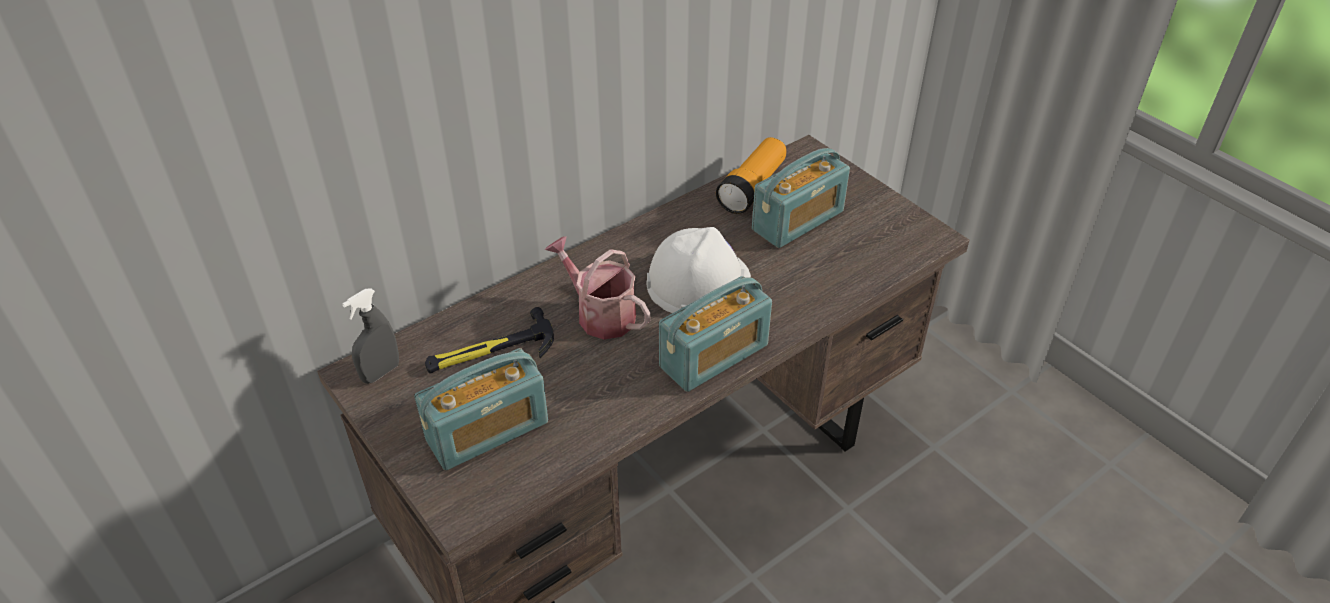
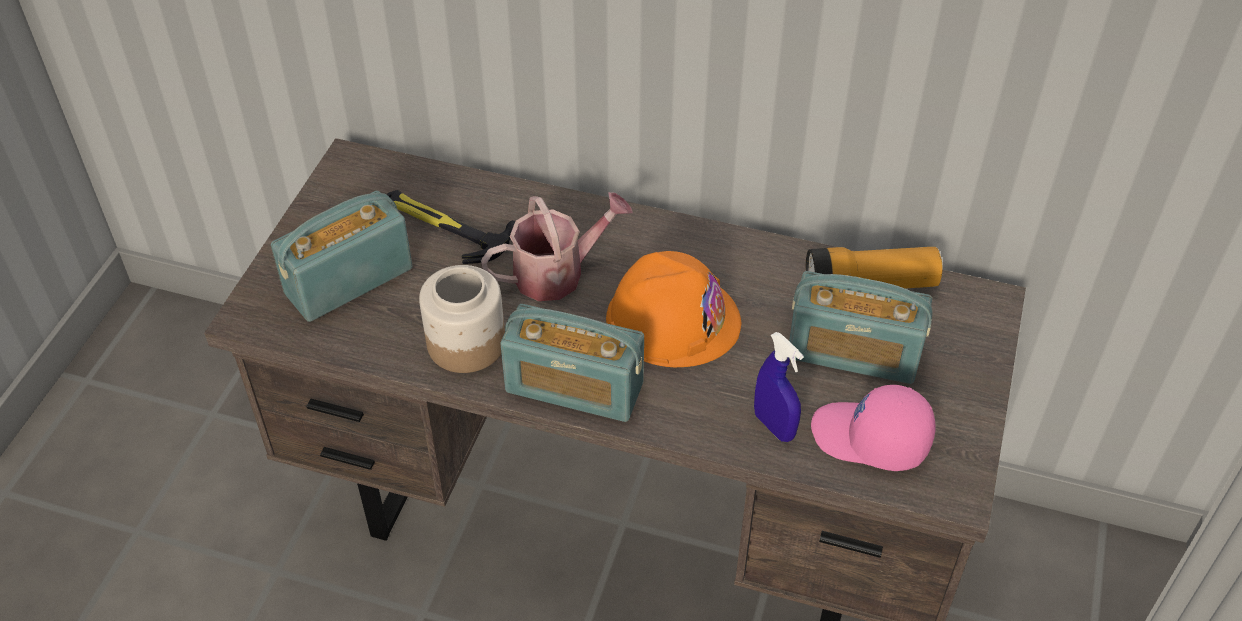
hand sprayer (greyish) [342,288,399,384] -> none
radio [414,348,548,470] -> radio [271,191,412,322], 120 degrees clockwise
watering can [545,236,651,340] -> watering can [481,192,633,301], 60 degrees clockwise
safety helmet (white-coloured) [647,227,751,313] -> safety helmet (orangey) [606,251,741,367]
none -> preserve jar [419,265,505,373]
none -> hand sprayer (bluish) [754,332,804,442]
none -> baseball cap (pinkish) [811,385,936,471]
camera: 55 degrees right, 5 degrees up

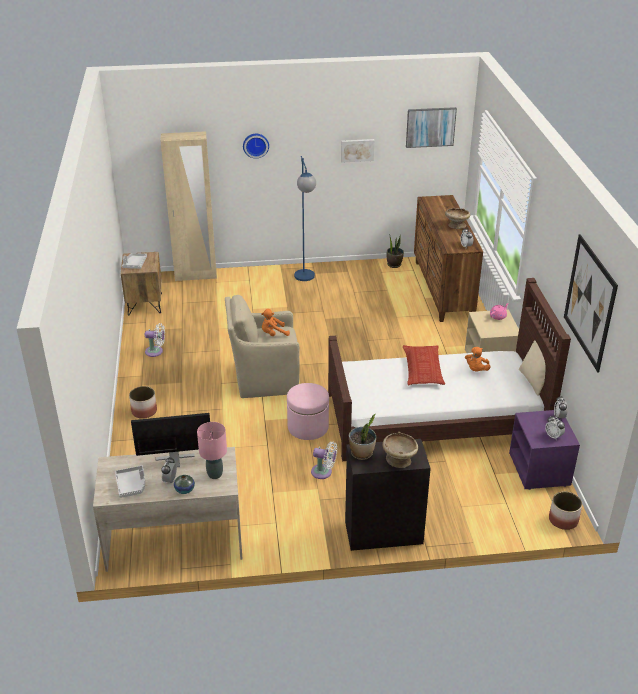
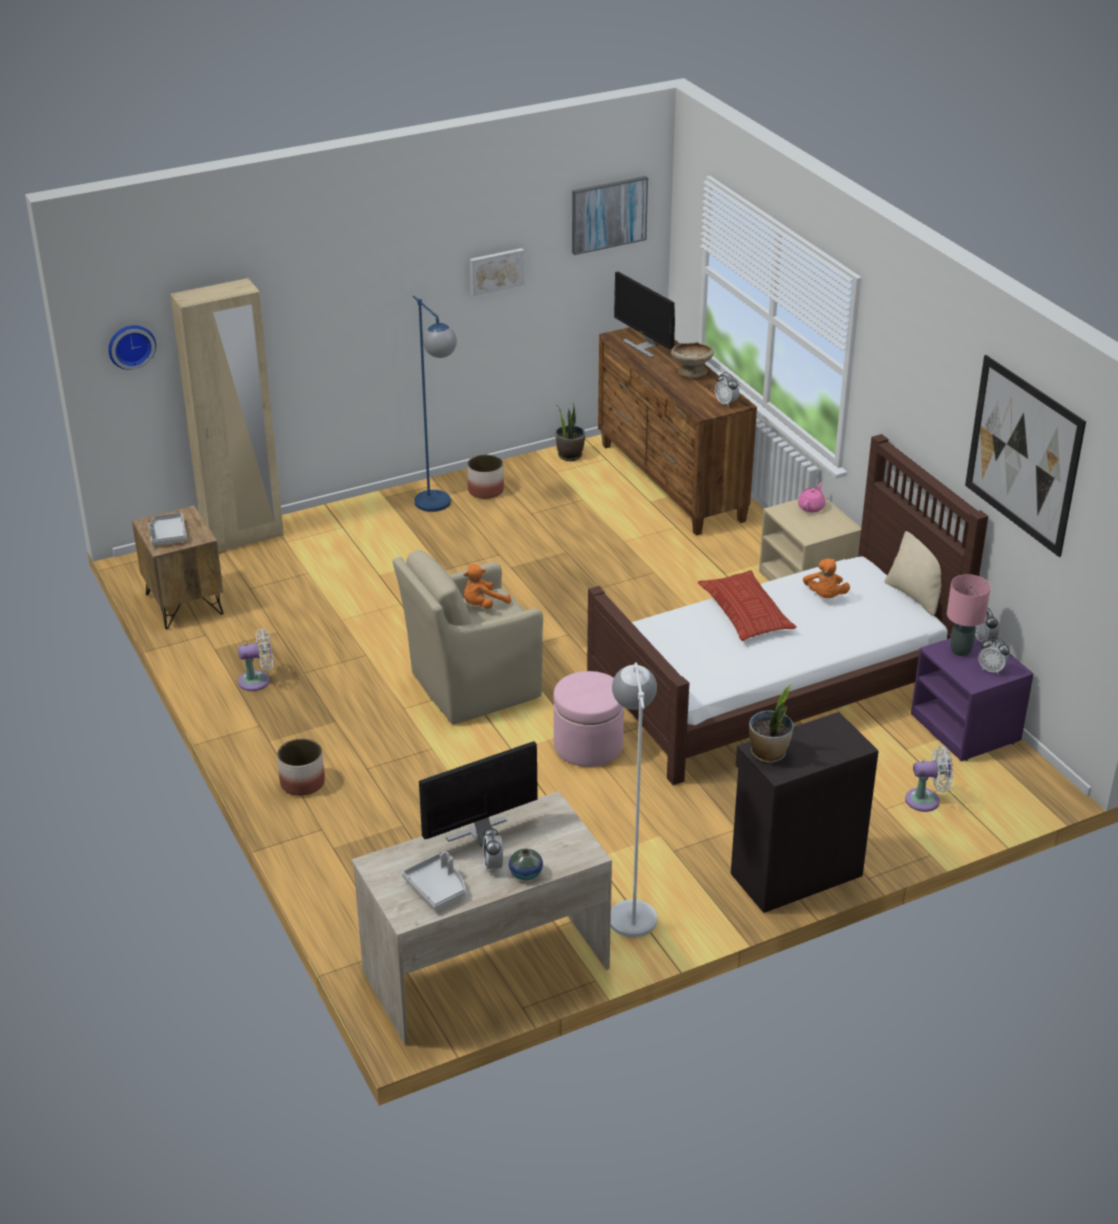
lamp for a table (pinkish) [197,422,227,479] -> lamp for a table (pinkish) [947,574,991,656], moved
wall clock [243,134,269,159] -> wall clock [108,325,156,370], moved
electric fan (white-coloured) [311,442,337,479] -> electric fan (white-coloured) [905,746,953,812], moved
deep dish (sand-coloured) [383,432,418,468] -> none
plant pot [549,491,582,530] -> plant pot [467,455,504,499], moved
none -> standing lamp (white-coloured) [611,662,657,938]
none -> computer screen [614,272,675,358]
camera: 20 degrees left, 0 degrees up

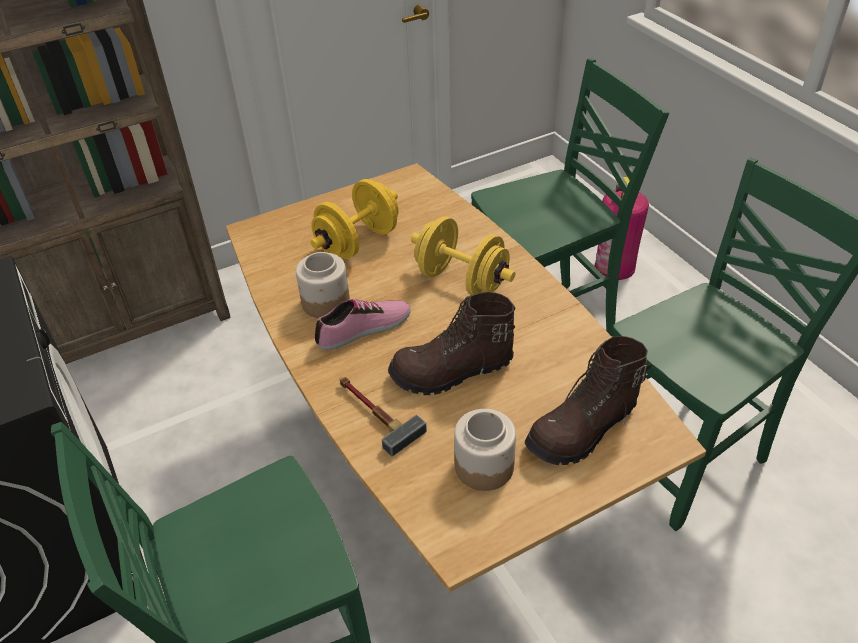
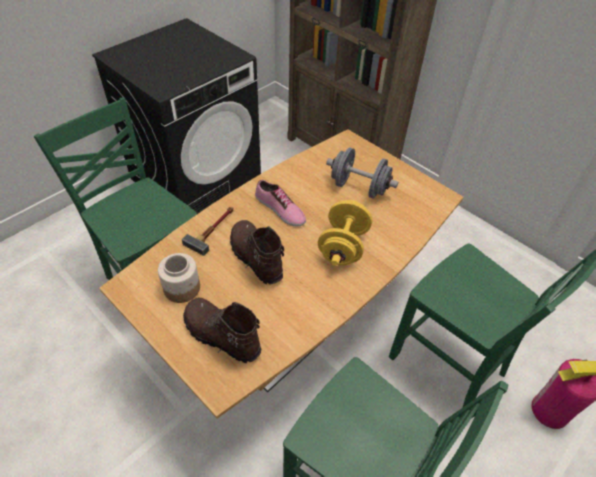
preserve jar [296,252,350,318] -> none
dumbbell (yellow-coloured) [310,179,398,259] -> dumbbell (greyish) [326,147,398,199]
camera: 70 degrees right, 5 degrees up

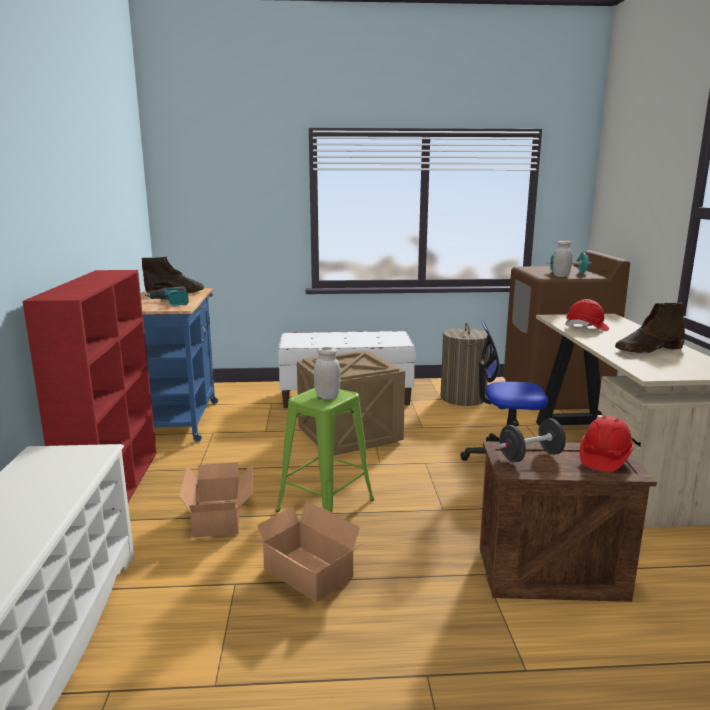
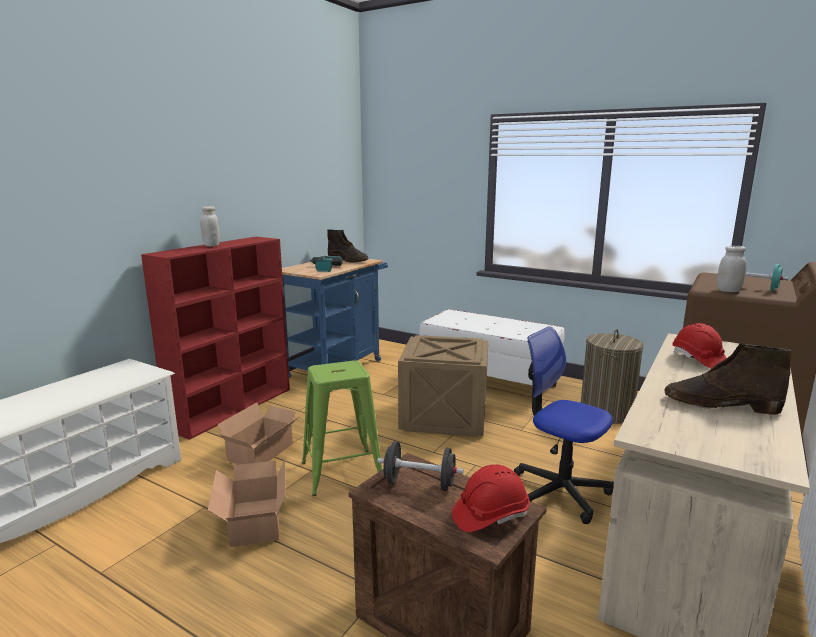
preserve jar (white-coloured) [314,347,341,399] -> preserve jar (white-coloured) [200,206,220,247], moved
camera: 35 degrees right, 0 degrees up

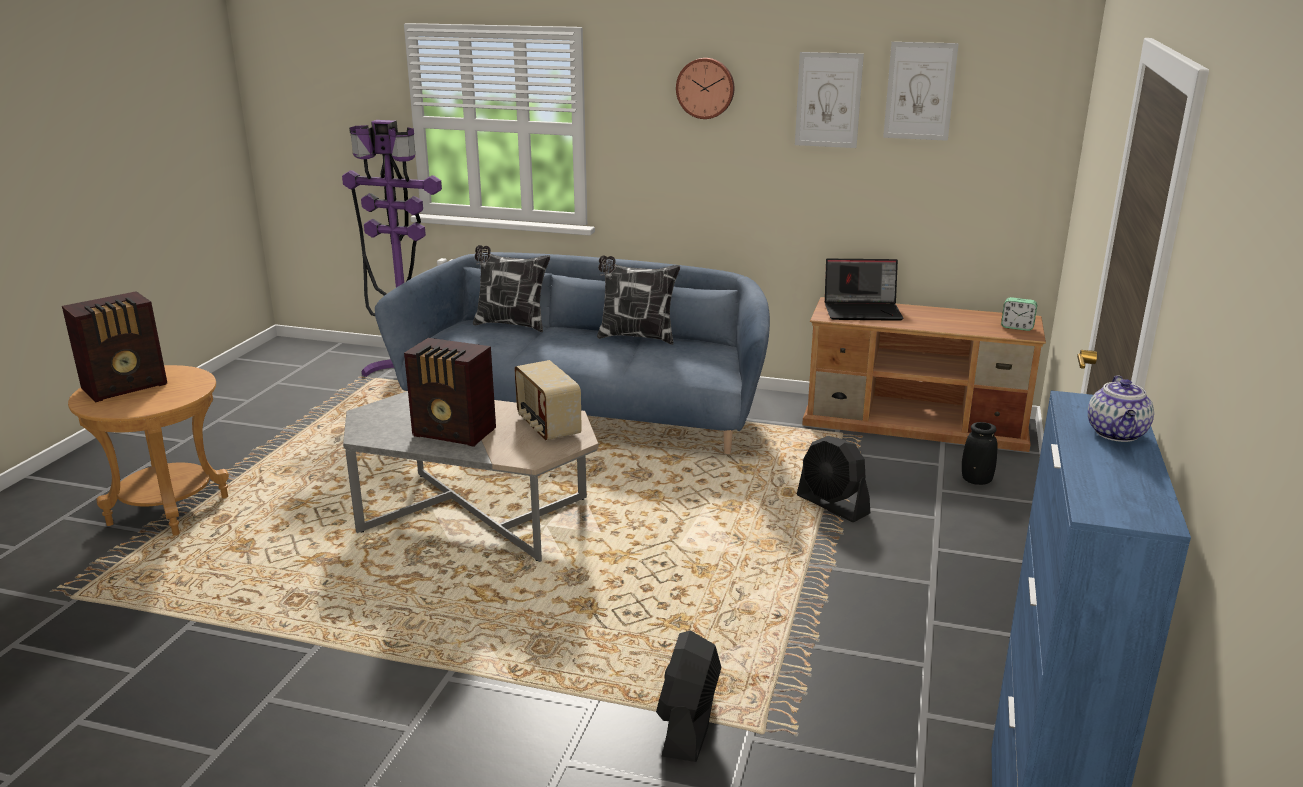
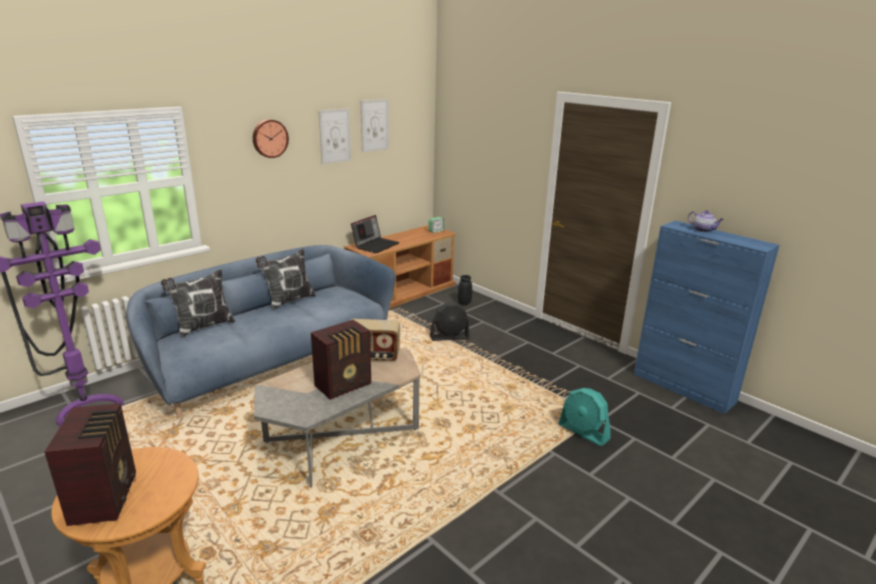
electric fan (black) [656,630,721,762] -> electric fan (blue-green) [559,388,611,446]
camera: 60 degrees left, 0 degrees up

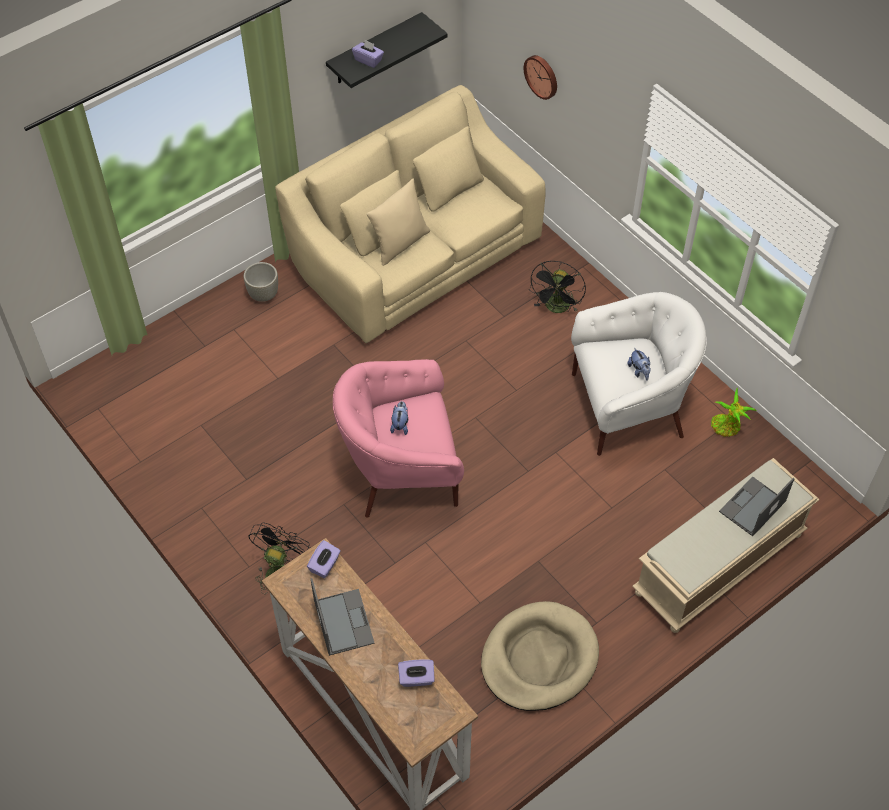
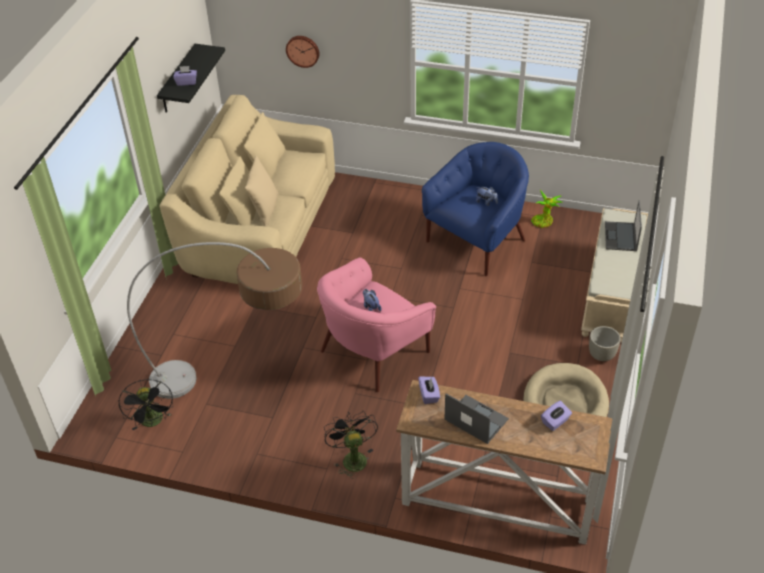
plant pot (greyish) [244,262,278,302] -> plant pot (greyish) [589,326,621,361], moved
electric fan (black) [529,261,586,313] -> electric fan (black) [118,379,173,430], moved
lounge chair (white-coloured) [571,292,707,456] -> lounge chair (bluish) [422,142,529,276]
none -> standing lamp [127,242,302,399]
camera: 35 degrees left, 10 degrees down

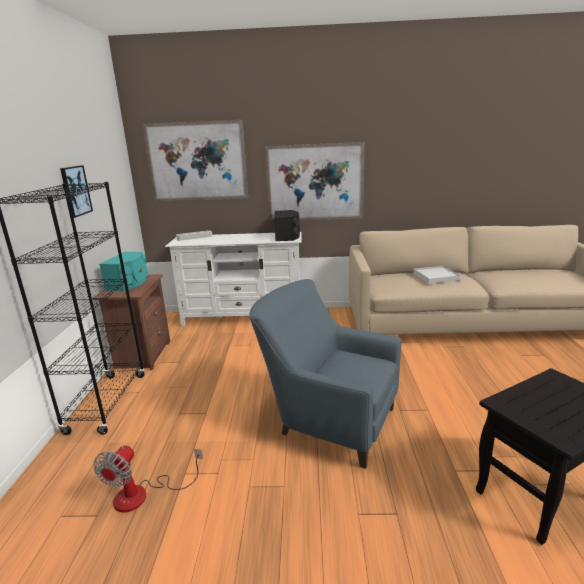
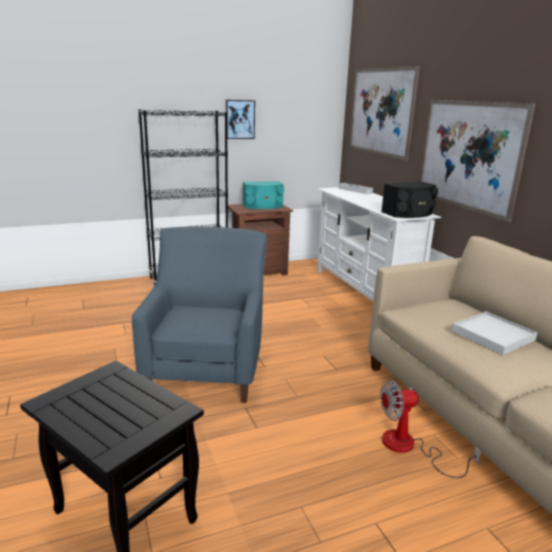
electric fan [94,445,203,513] -> electric fan [380,379,480,478], moved
camera: 65 degrees right, 0 degrees up

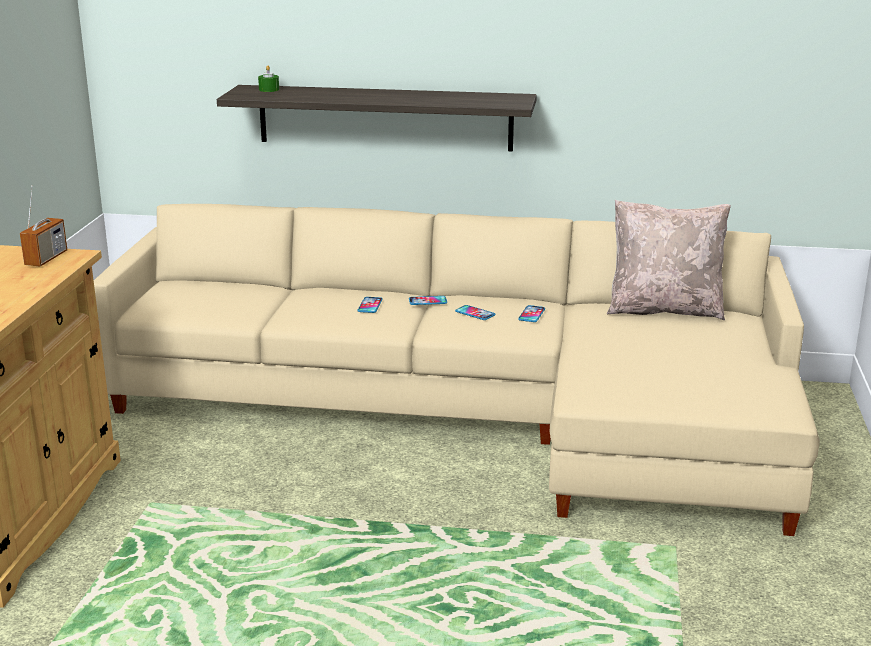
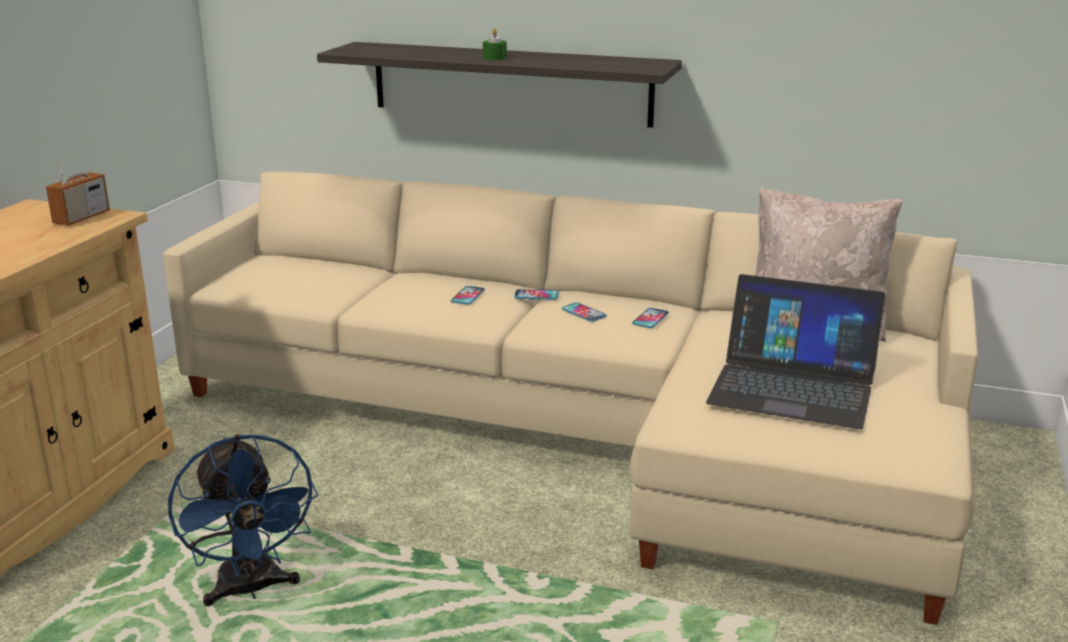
wax candle (green) [258,65,279,92] -> wax candle (green) [483,28,507,60], moved
none -> electric fan (bluish) [168,434,318,606]
none -> notebook computer [706,274,885,429]
camera: 10 degrees right, 0 degrees up

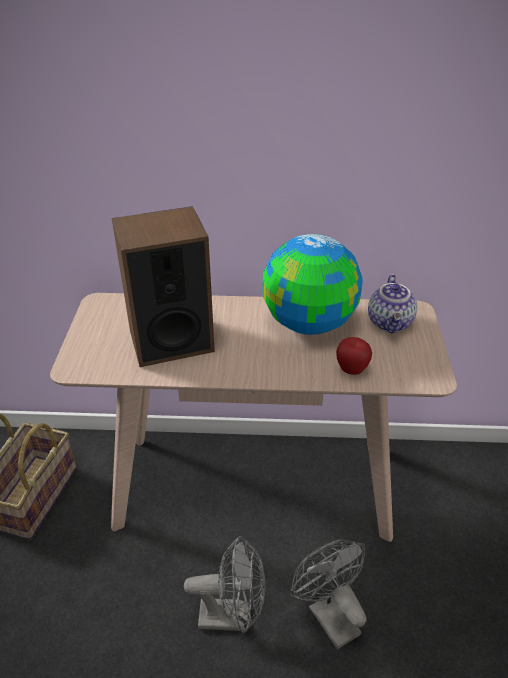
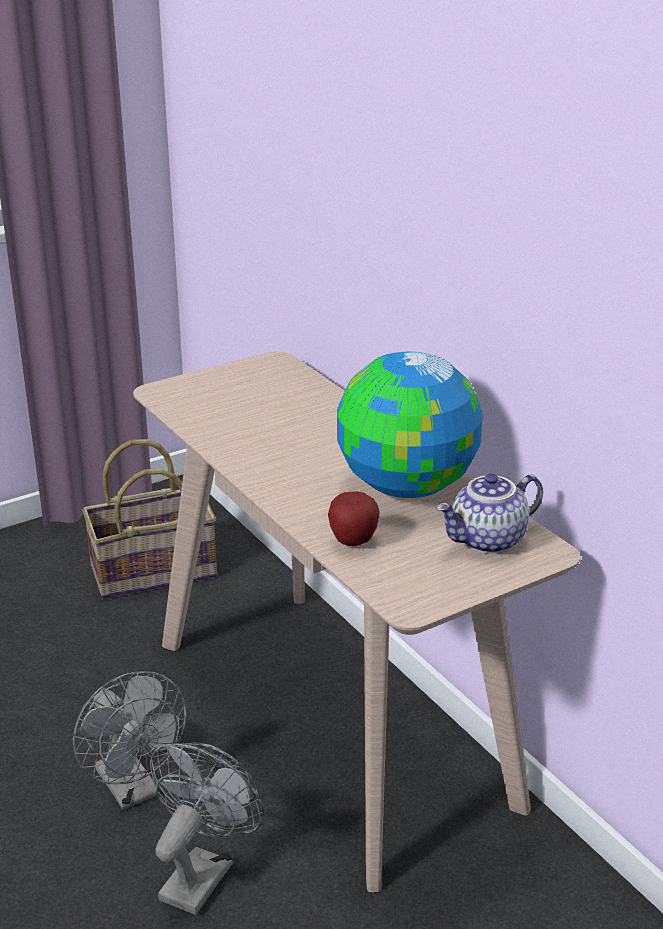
speaker [112,206,215,367] -> none
camera: 55 degrees right, 10 degrees down

